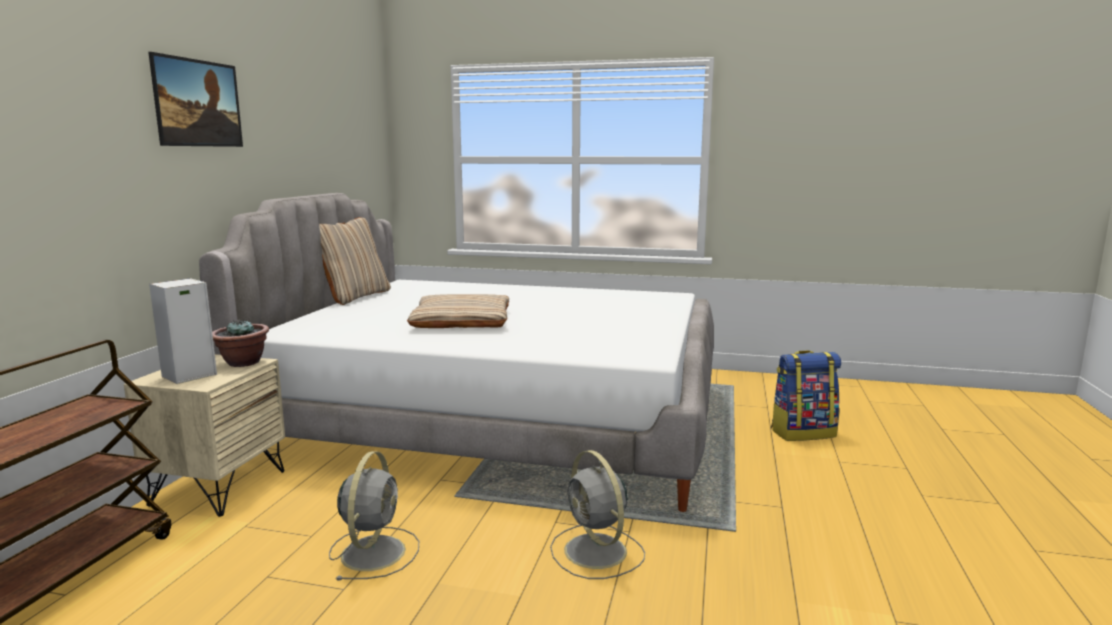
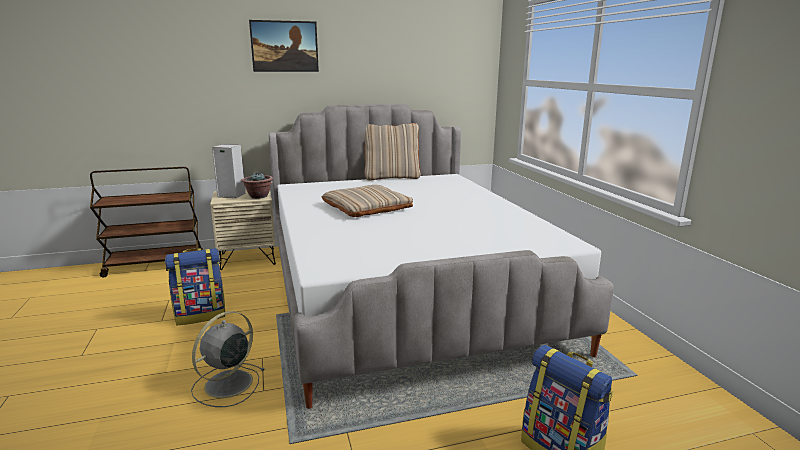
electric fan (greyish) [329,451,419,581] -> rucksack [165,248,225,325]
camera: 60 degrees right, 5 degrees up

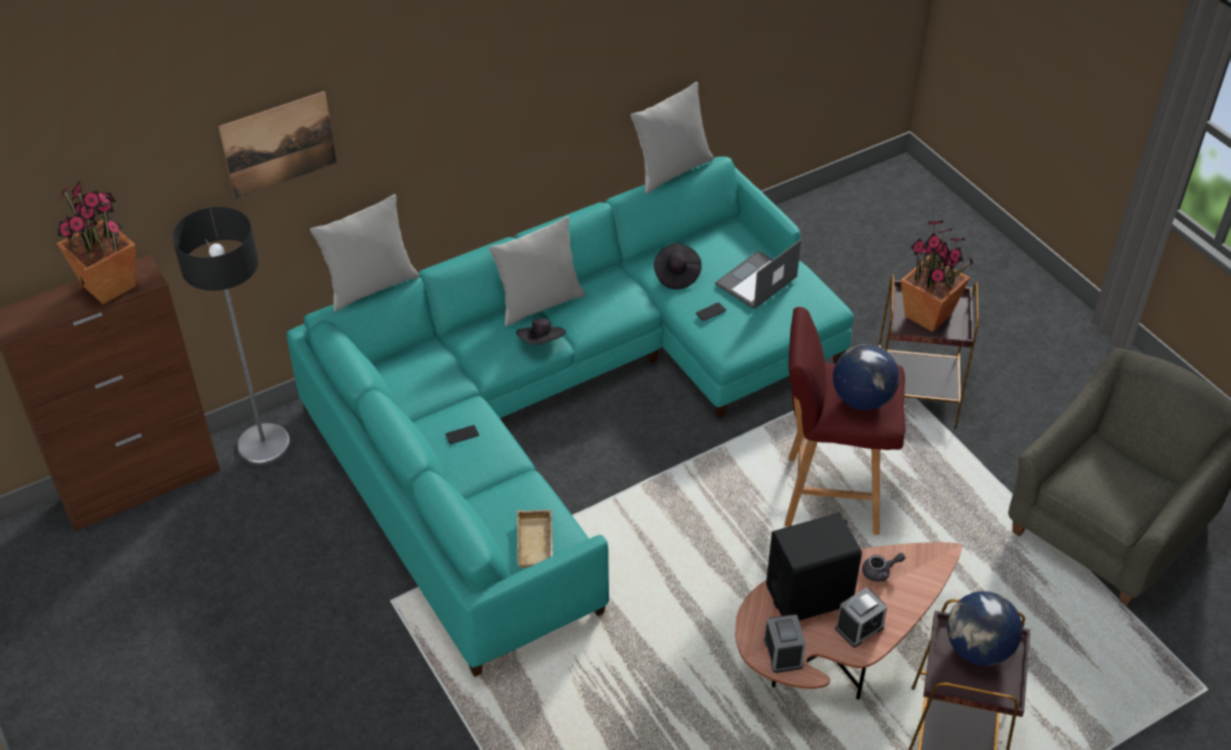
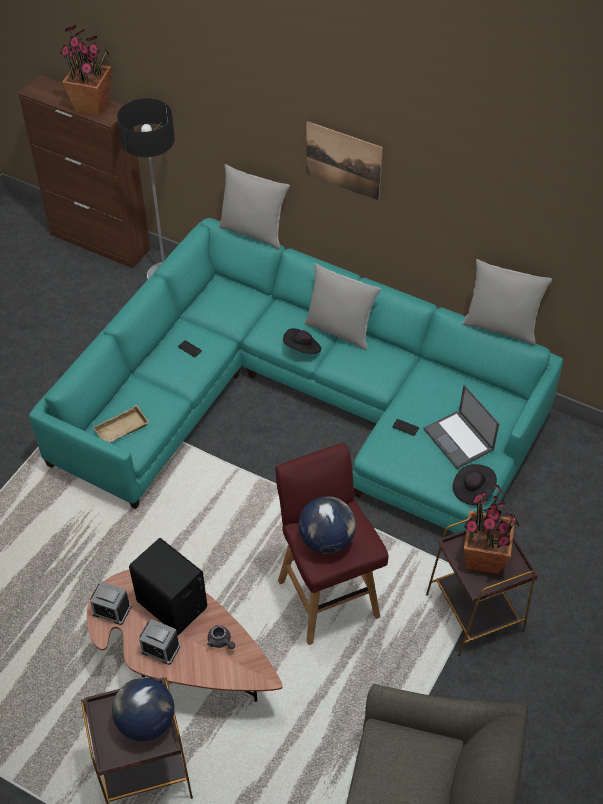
wall art [218,91,337,199] -> wall art [306,121,383,201], moved
clothing hat (black) [654,243,702,290] -> clothing hat (black) [453,464,497,505], moved
notebook computer [715,239,801,309] -> notebook computer [424,385,499,469], 135 degrees counterclockwise
alarm clock [764,614,806,673] -> alarm clock [90,581,131,625], 60 degrees clockwise
camera: 60 degrees right, 5 degrees up

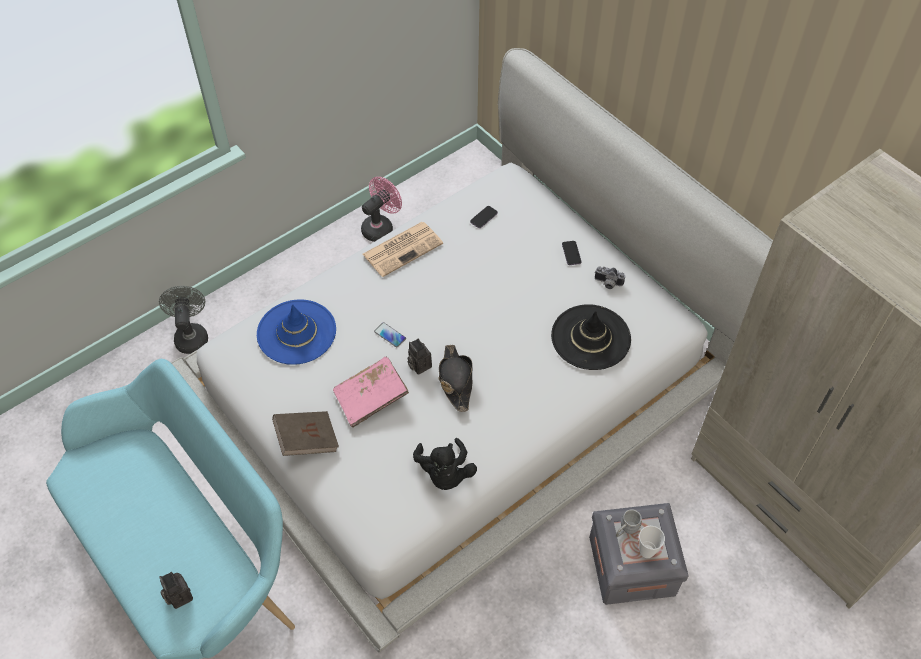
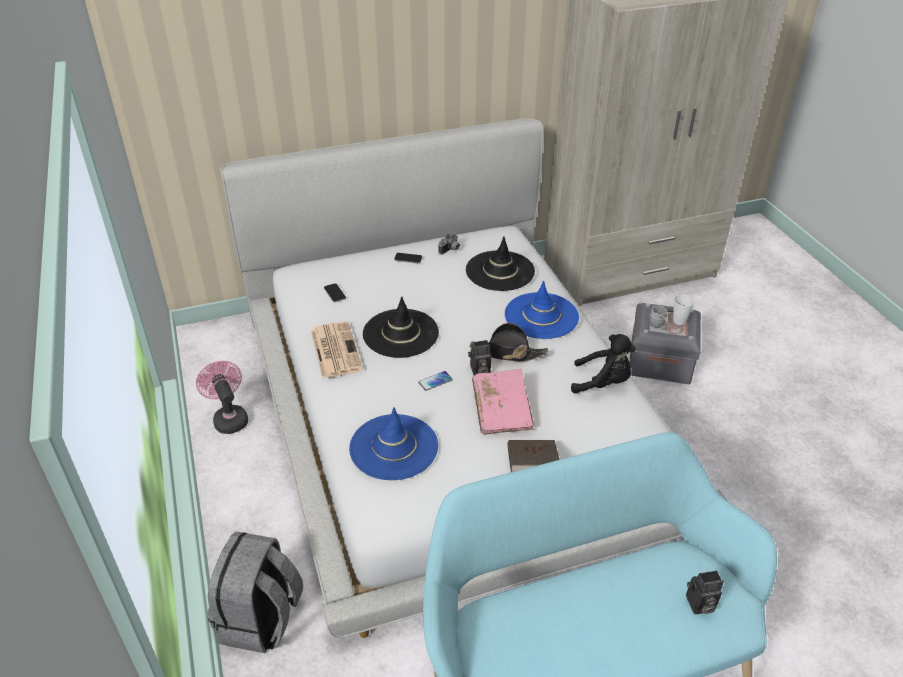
electric fan (greyish) [159,286,208,354] -> rucksack (greyish) [207,532,303,653]
none -> clothing hat (black) [363,297,439,358]
none -> clothing hat (bluish) [505,281,579,339]
camera: 70 degrees left, 15 degrees down

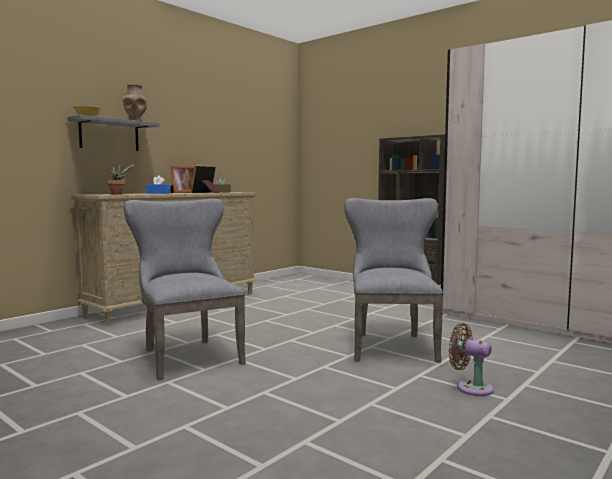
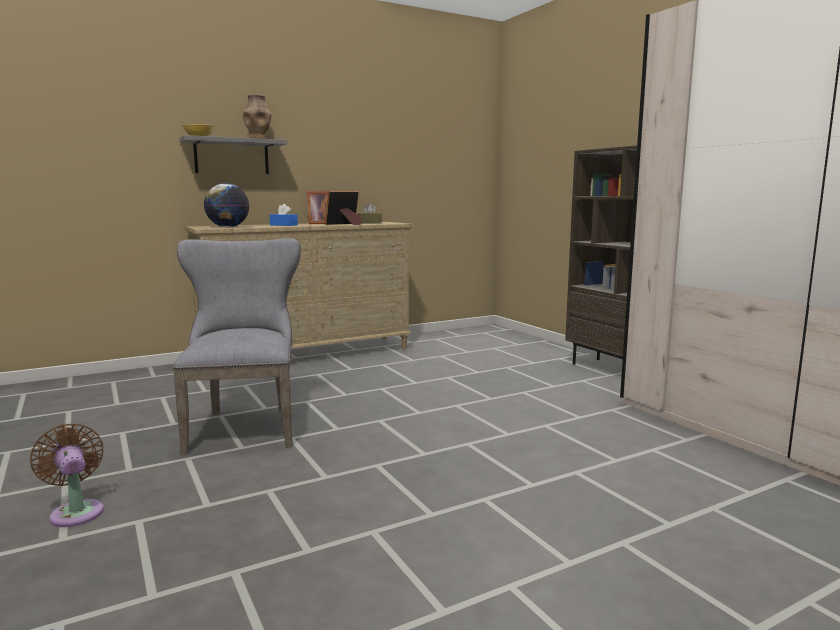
houseplant [107,163,135,195] -> globe [204,183,249,227]
upright chair (greyish) [344,198,444,363] -> none
electric fan (brownish) [449,323,494,396] -> electric fan (brownish) [30,424,104,527], moved
camera: 20 degrees right, 5 degrees up

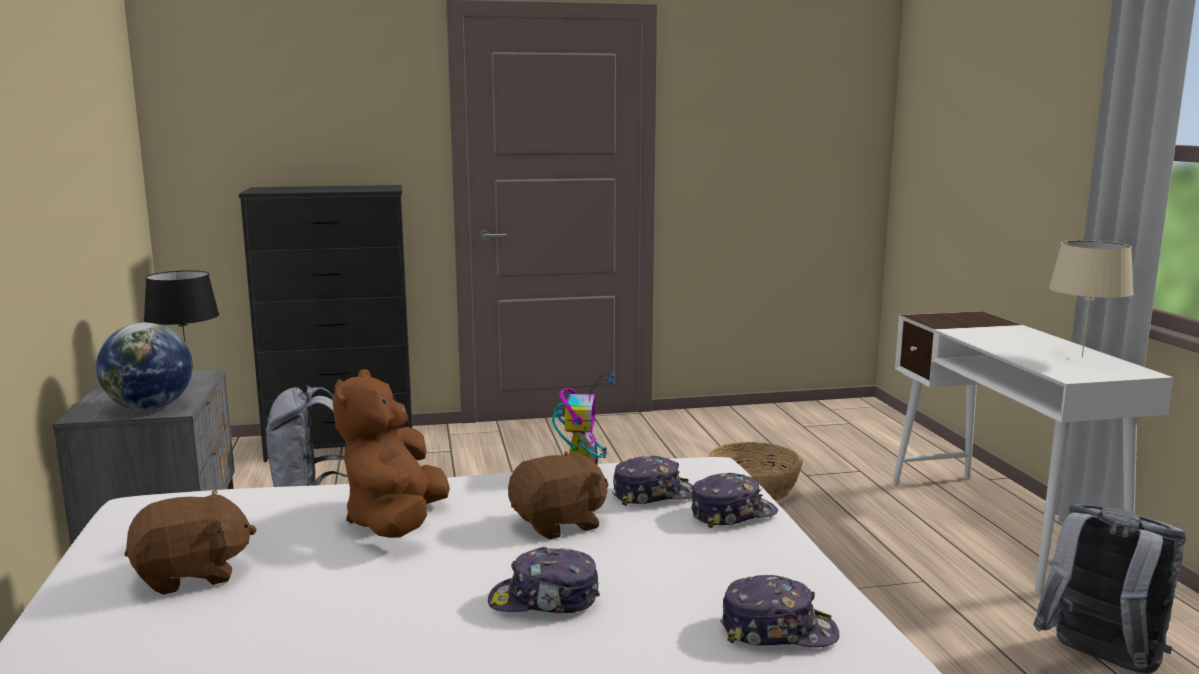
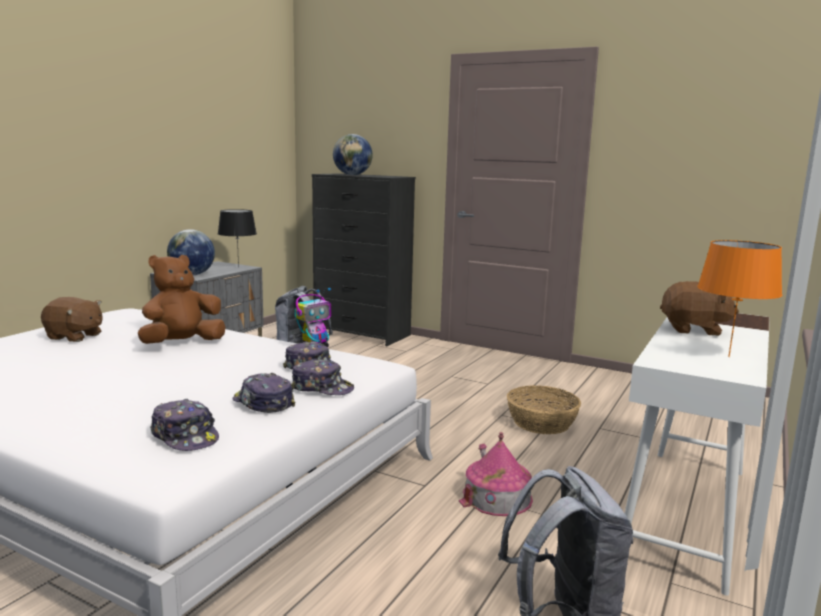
baseball cap [488,547,600,614] -> baseball cap [232,373,295,413], moved
plush toy (brownish) [508,451,609,539] -> plush toy (brownish) [660,281,739,336], moved
lamp for a table (sand-coloured) [1049,240,1134,357] -> lamp for a table (orangey) [697,240,782,357]
none -> globe [333,134,373,175]
none -> toy house [459,432,533,516]
camera: 40 degrees right, 0 degrees up

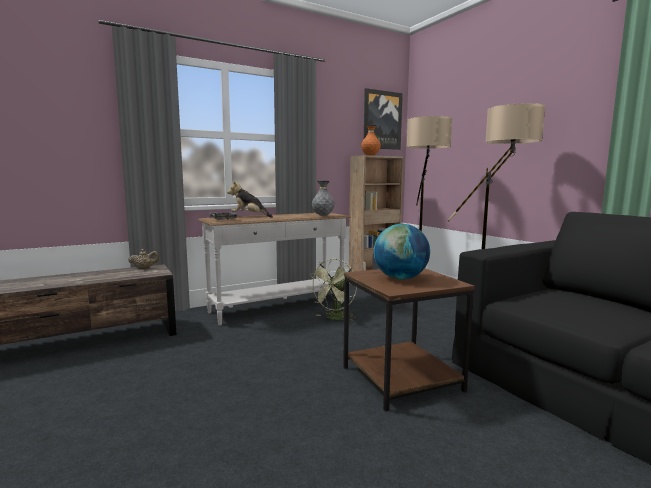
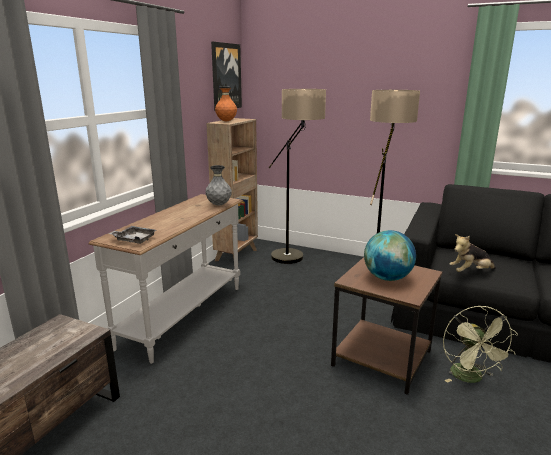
tea pot (sand-coloured) [128,249,159,269] -> none
plush toy [227,182,273,218] -> plush toy [450,234,496,272], moved
electric fan (green) [308,259,357,321] -> electric fan (green) [443,306,518,383], moved
camera: 35 degrees left, 10 degrees up

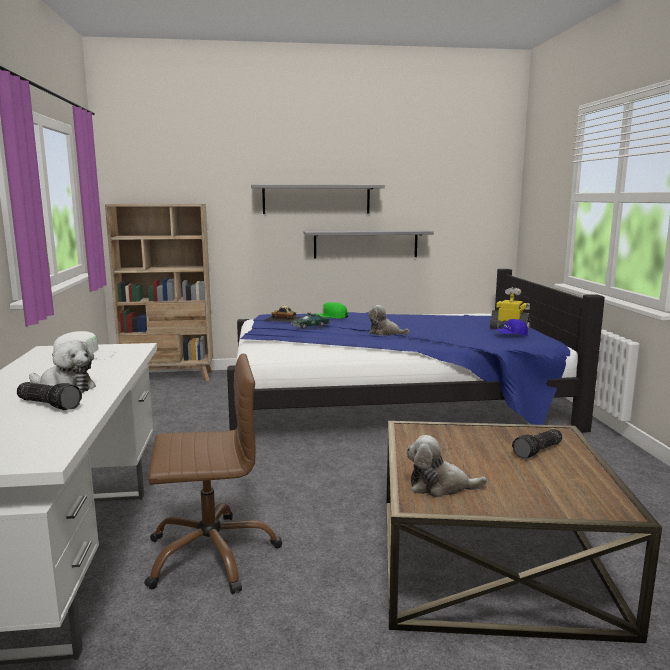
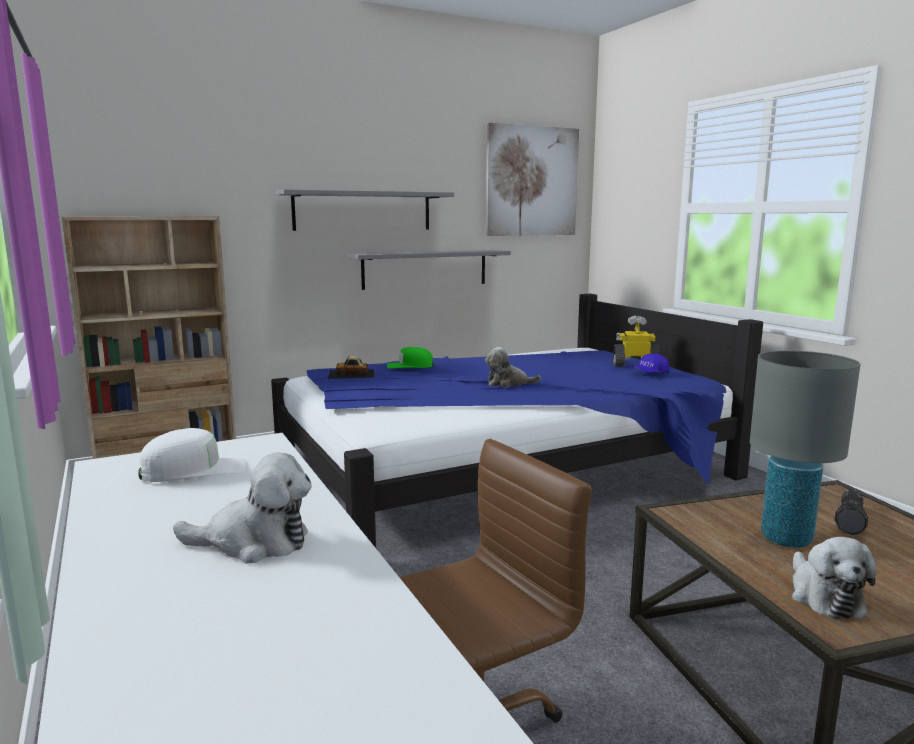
hand torch [17,382,82,410] -> none
model car [291,312,330,329] -> none
plush toy [406,435,488,498] -> plush toy [792,537,877,619], 75 degrees counterclockwise
none -> wall art [486,123,579,236]
none -> lamp for a table (greyish) [750,350,861,548]
camera: 20 degrees left, 0 degrees up

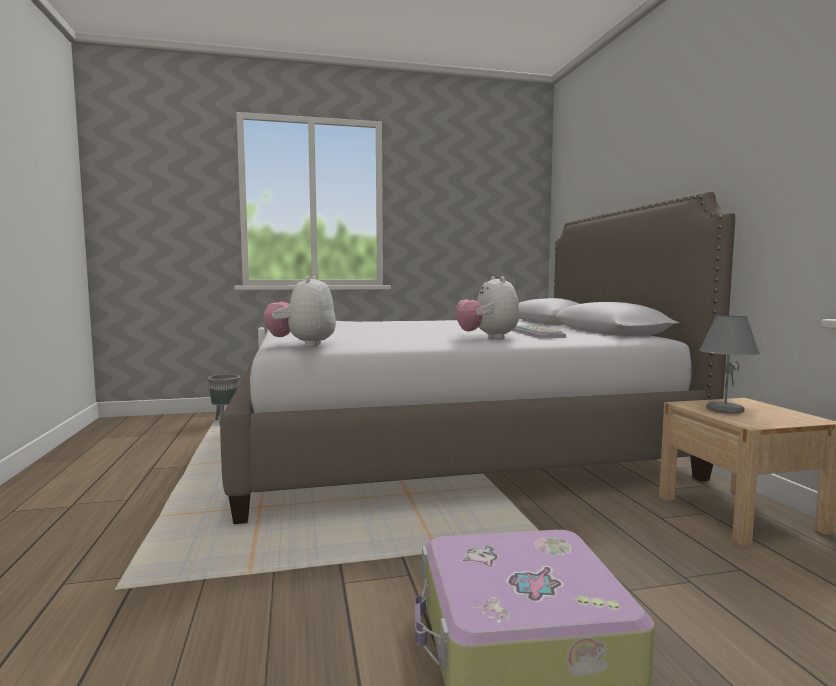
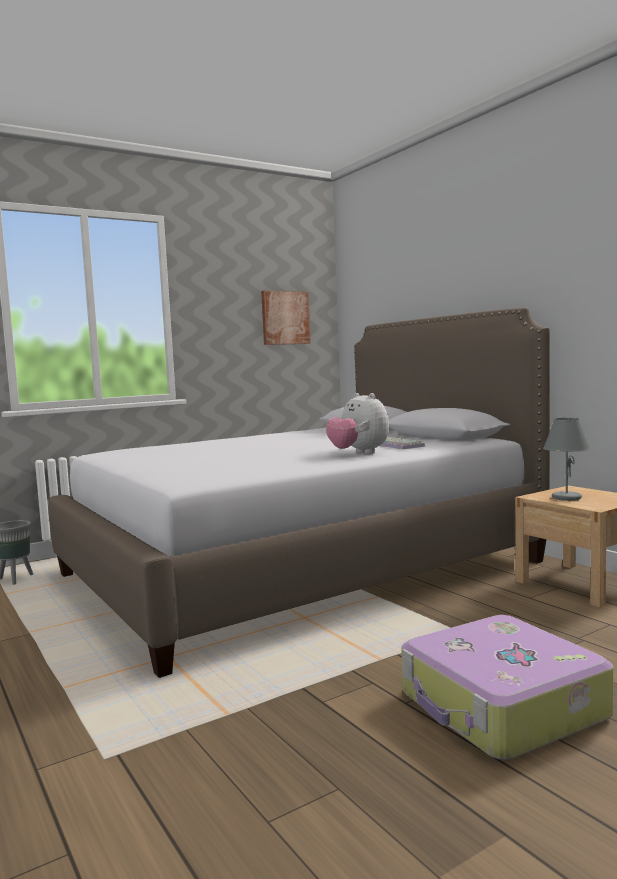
plush toy [264,276,336,347] -> none
none -> wall art [261,291,311,345]
camera: 20 degrees left, 0 degrees up

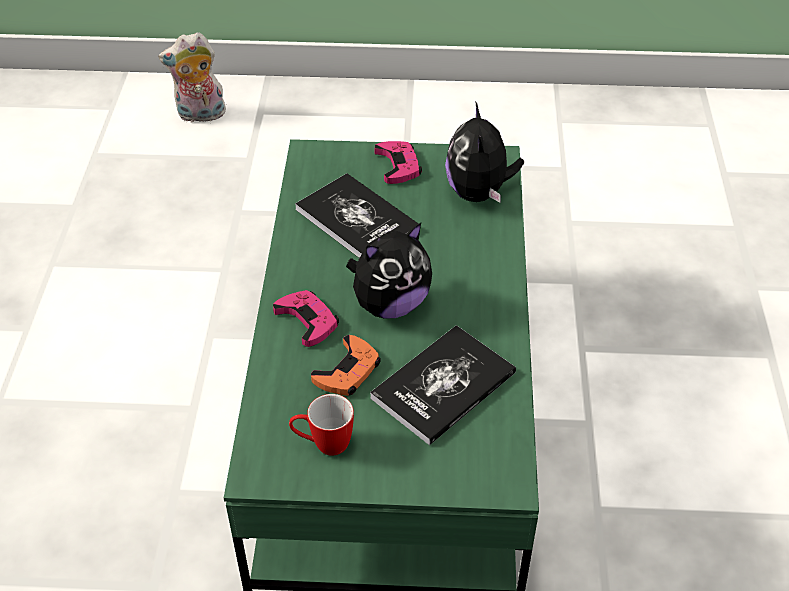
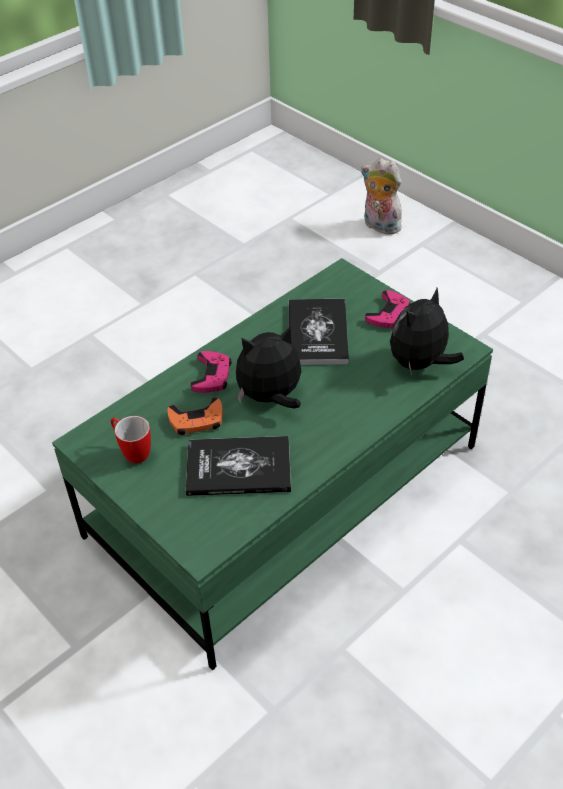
plush toy [346,223,432,319] -> plush toy [236,325,301,408], 150 degrees clockwise
camera: 45 degrees right, 0 degrees up

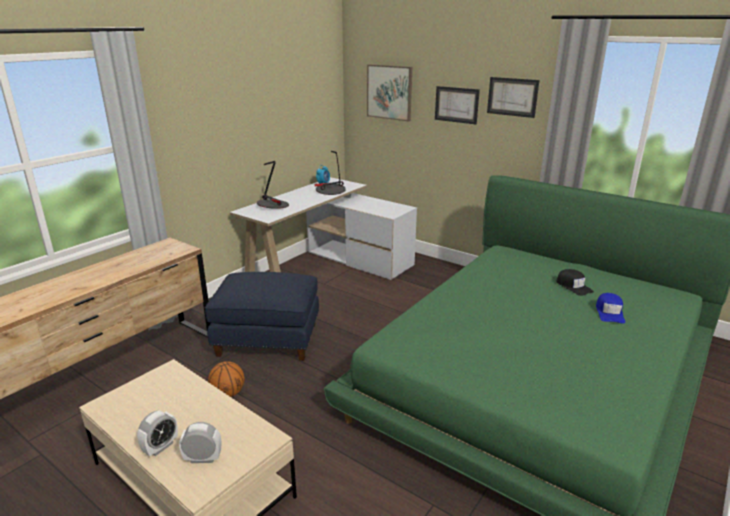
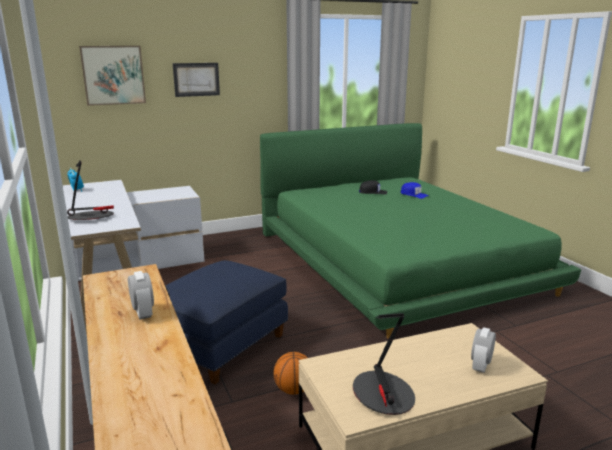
alarm clock [137,411,178,456] -> alarm clock [128,271,154,320], moved
lamp for a table [315,151,346,195] -> lamp for a table [353,313,415,415], moved
wall art [487,77,540,118] -> none
camera: 60 degrees left, 5 degrees down

